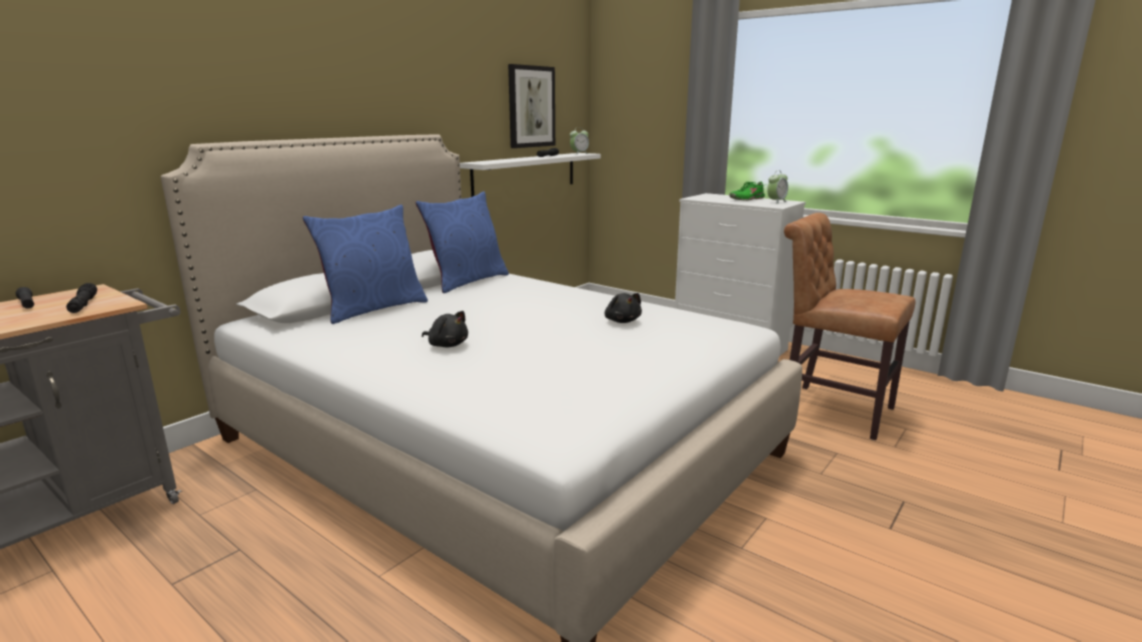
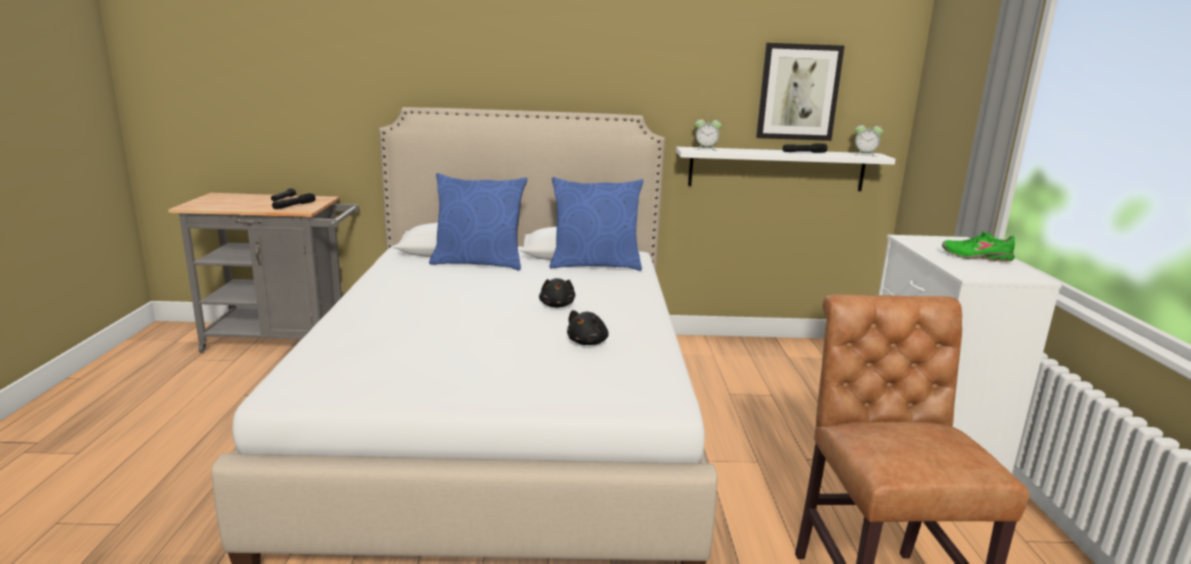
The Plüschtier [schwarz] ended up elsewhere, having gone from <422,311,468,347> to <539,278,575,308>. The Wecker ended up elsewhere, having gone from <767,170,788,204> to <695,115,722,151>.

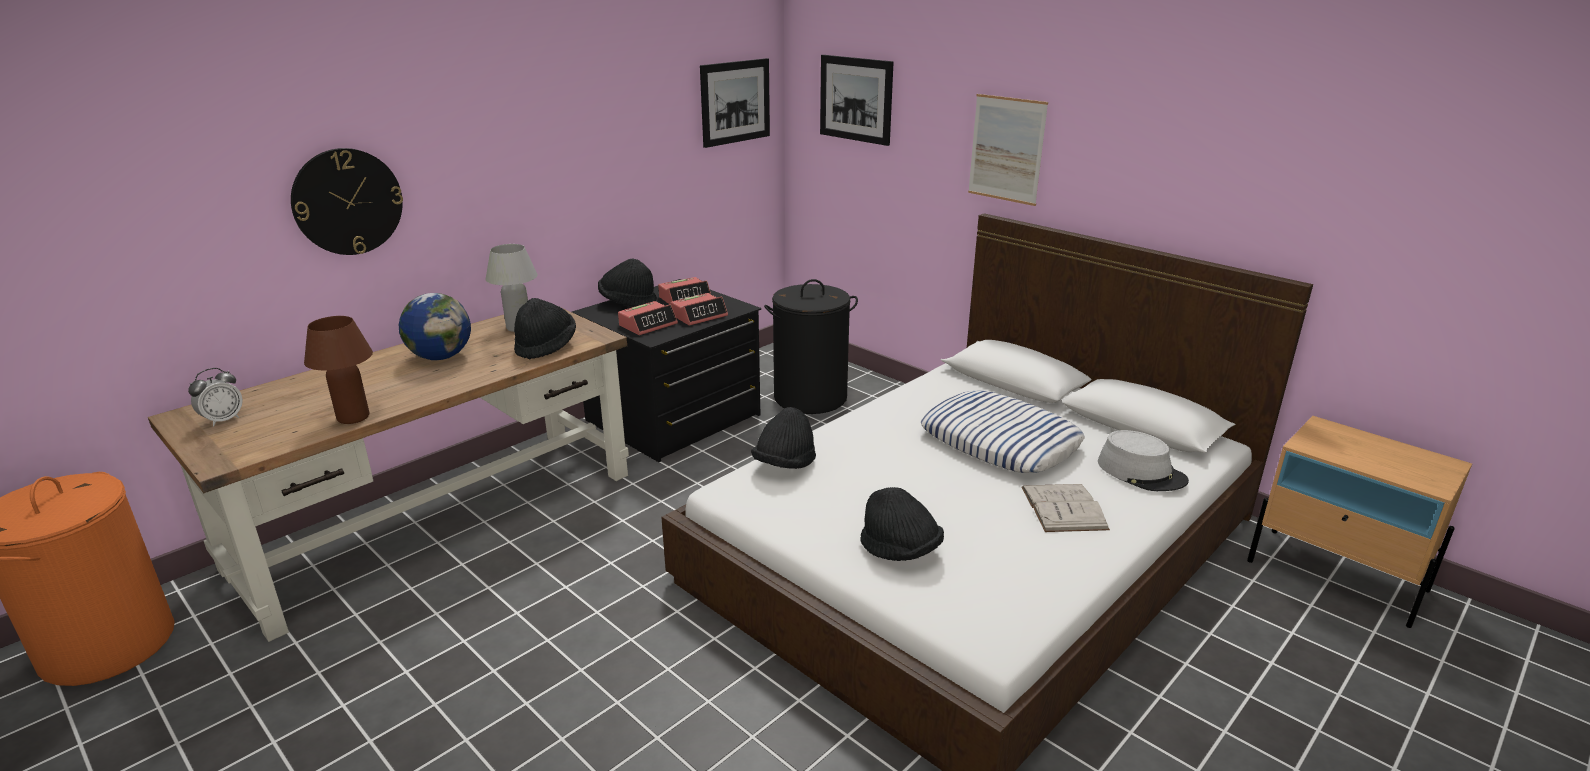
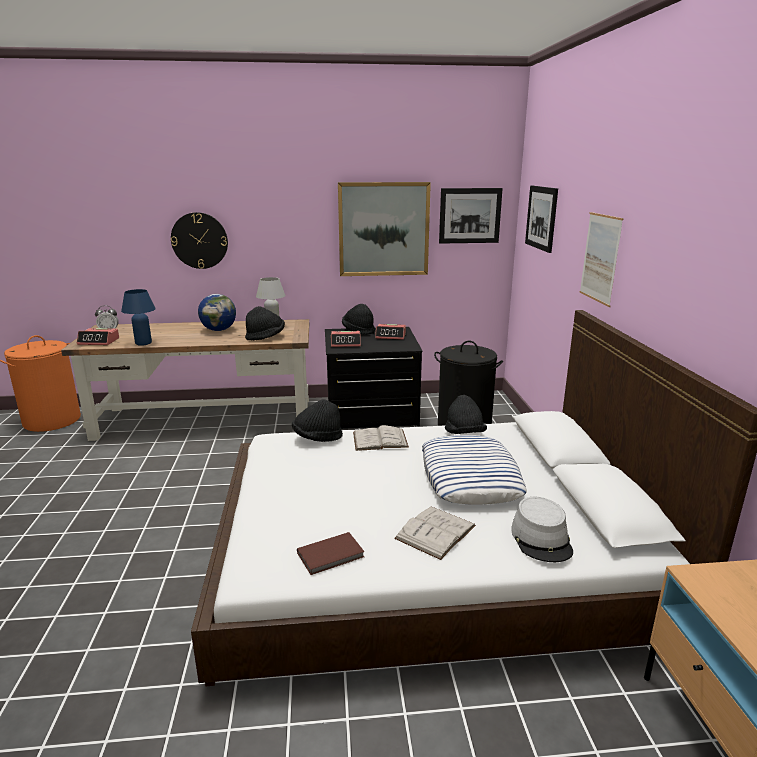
The second view gained the Buch [braun] at <297,532,365,575>. The second view gained the Bild at <338,182,431,276>. The second view gained the Buch [weiß] at <353,425,409,451>. The Wecker ended up elsewhere, having gone from <671,293,728,326> to <77,328,119,345>. The Hut [schwarz] ended up elsewhere, having gone from <860,487,944,561> to <445,395,487,434>. What was the Tischlampe [braun] at <304,316,373,424> turned into the Tischlampe [blau] at <121,289,156,346>.

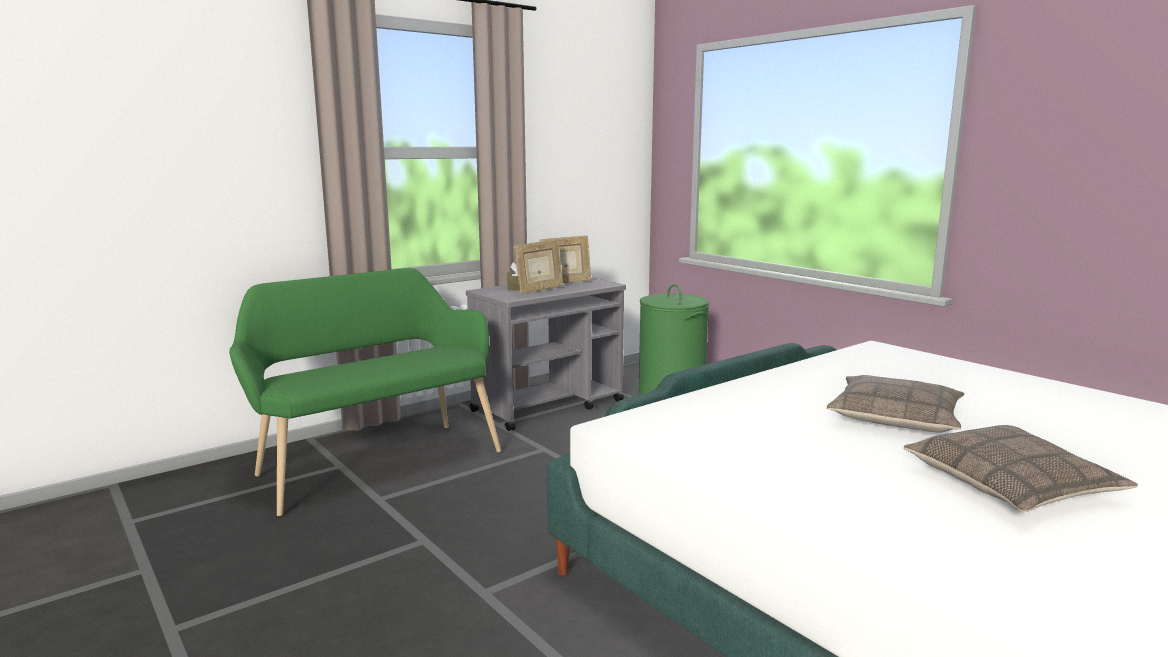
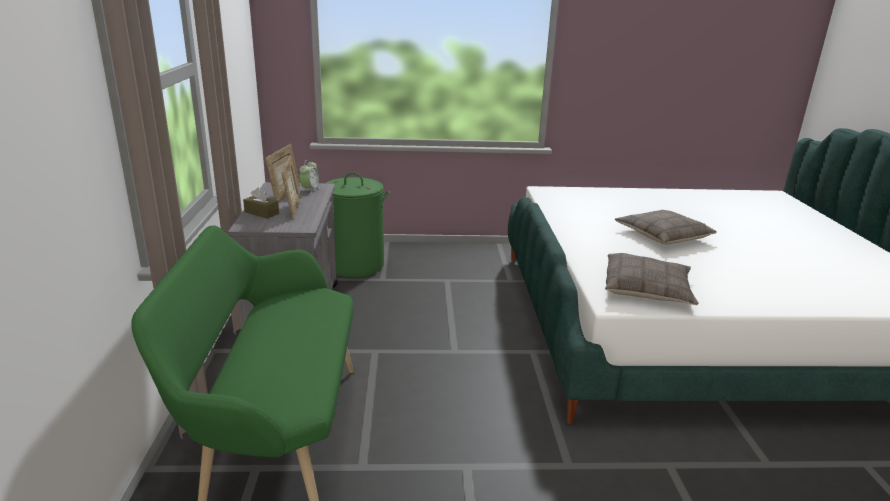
The second view gained the Wecker at <299,160,320,194>. The Kissen ended up elsewhere, having gone from <903,425,1138,512> to <605,253,698,305>.

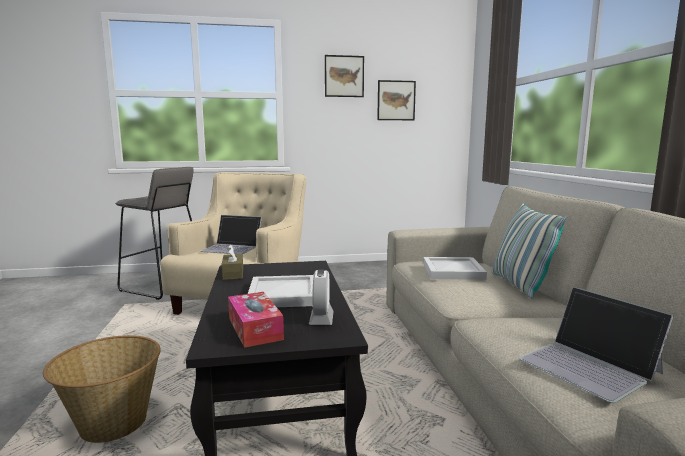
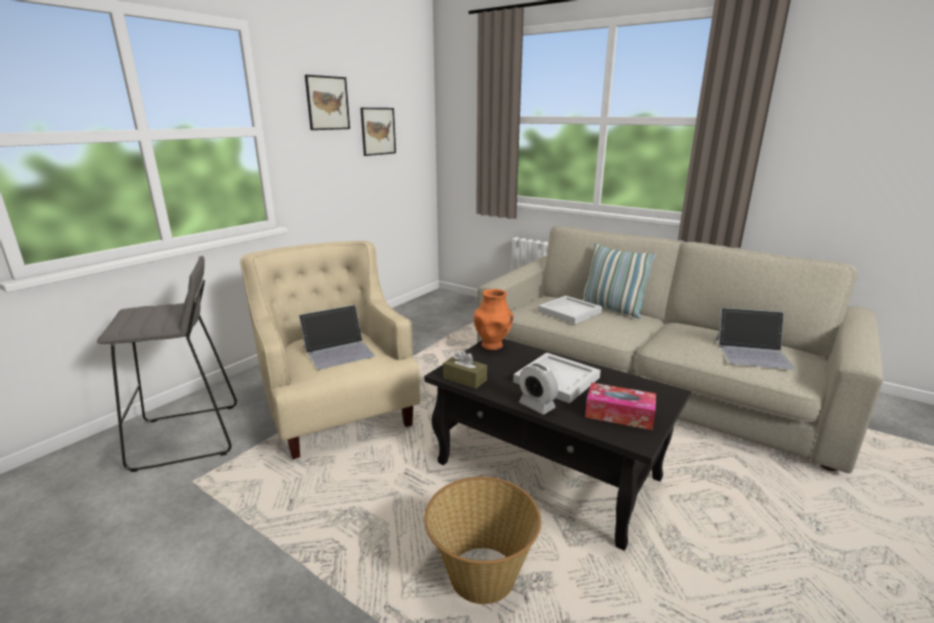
The second view gained the Vase [orange] at <474,289,514,350>. The Wecker ended up elsewhere, having gone from <309,269,334,325> to <519,363,558,414>.

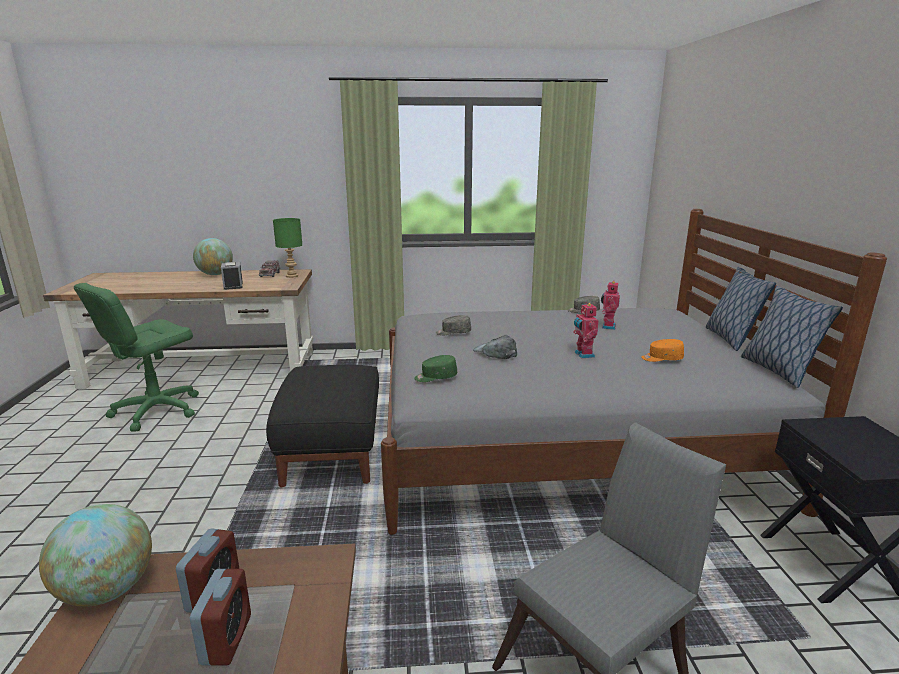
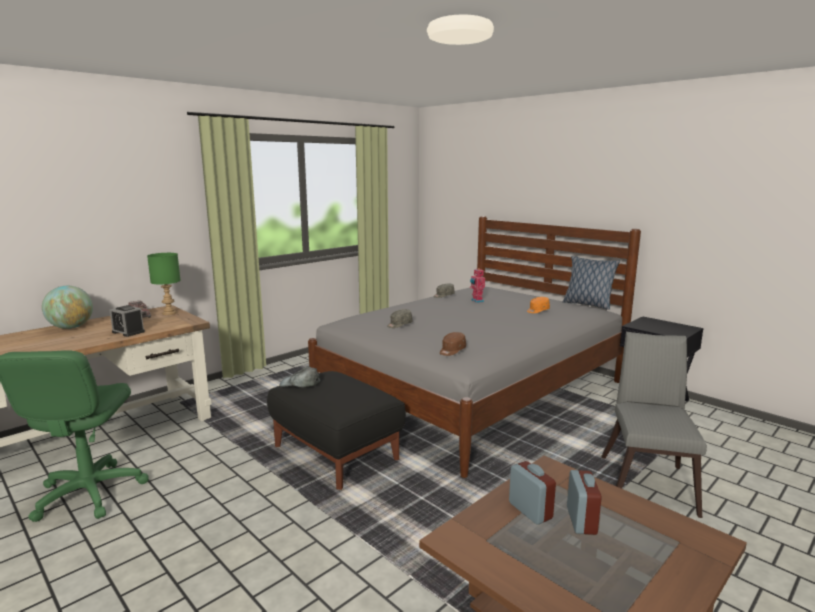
The second view lost the Globus at <39,504,152,607>. The second view lost the Spielzeugroboter at <573,302,599,358>. The second view lost the Kissen at <706,267,776,351>. The Kappe [grau] ended up elsewhere, having gone from <473,335,517,359> to <280,366,320,387>. What was the Kappe [grün] at <414,355,457,382> turned into the Kappe [braun] at <440,332,466,356>. The Wecker at <190,569,251,666> ended up facing another way, 45 degrees clockwise from before.

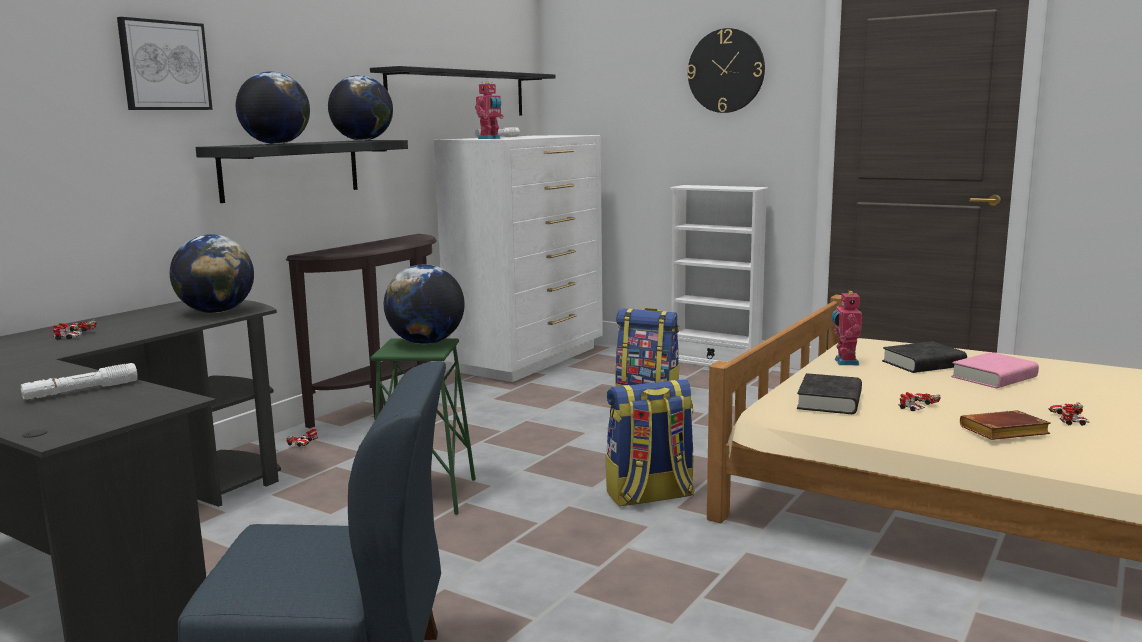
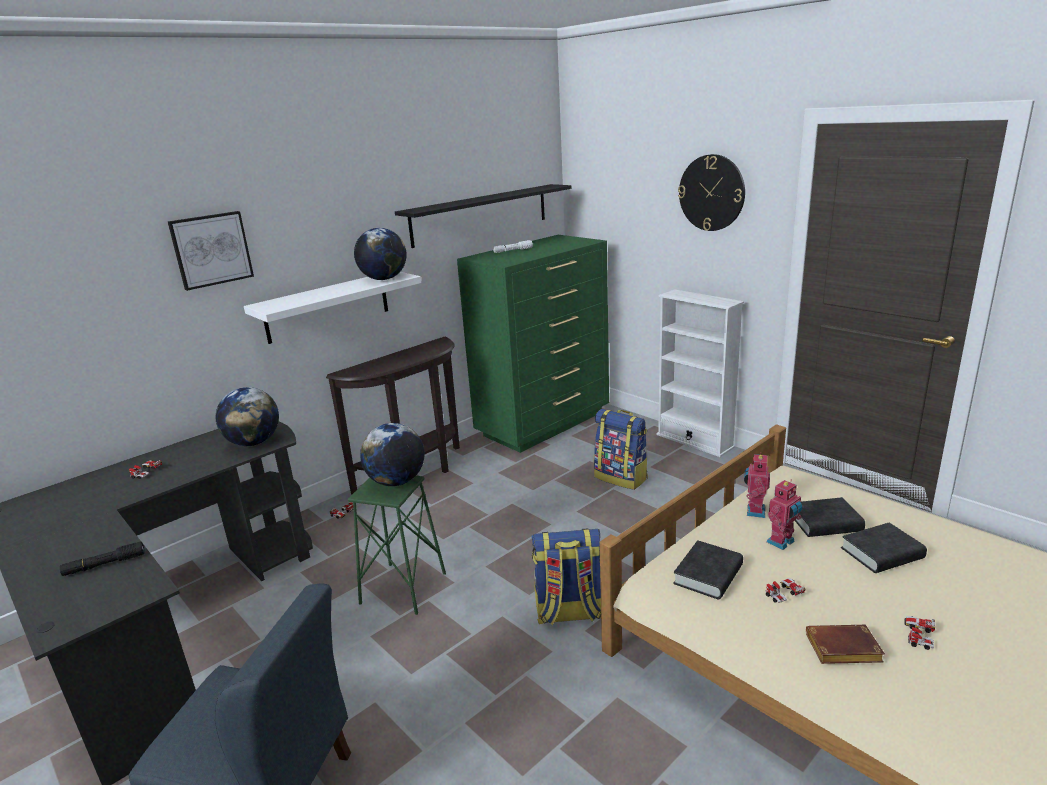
The second view lost the Globus at <236,72,310,144>. The Spielzeugroboter ended up elsewhere, having gone from <475,81,504,139> to <767,480,802,550>. What was the Taschenlampe [weiß] at <21,363,138,399> turned into the Taschenlampe [schwarz] at <60,542,145,576>. What was the Wandregal [schwarz] at <196,140,408,203> turned into the Wandregal [weiß] at <244,272,421,344>. What was the Kommode [weiß] at <434,135,603,382> turned into the Kommode [grün] at <457,235,609,453>. What was the Buch [rosa] at <951,352,1039,388> turned into the Buch [schwarz] at <841,523,927,573>.

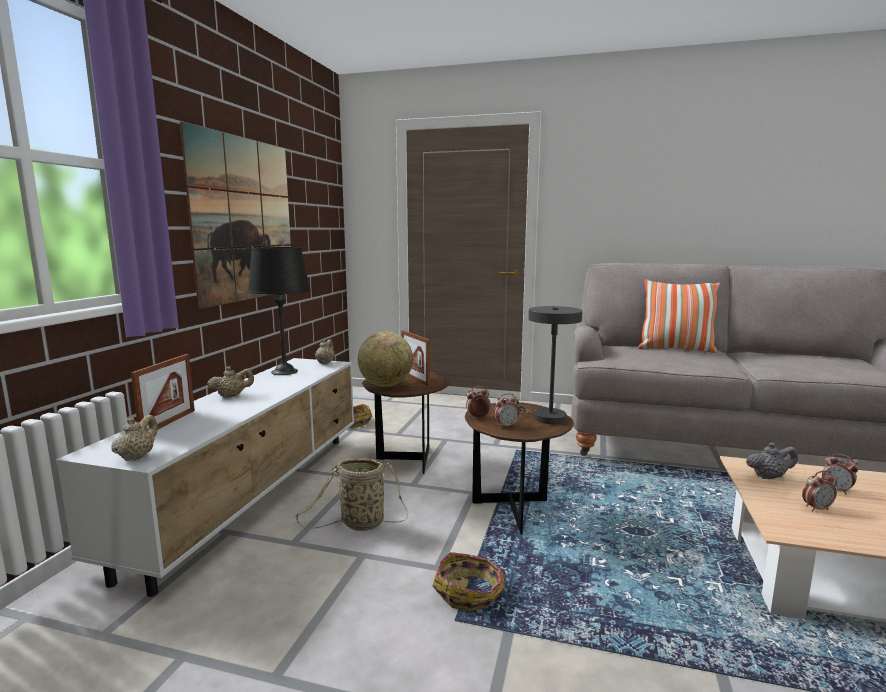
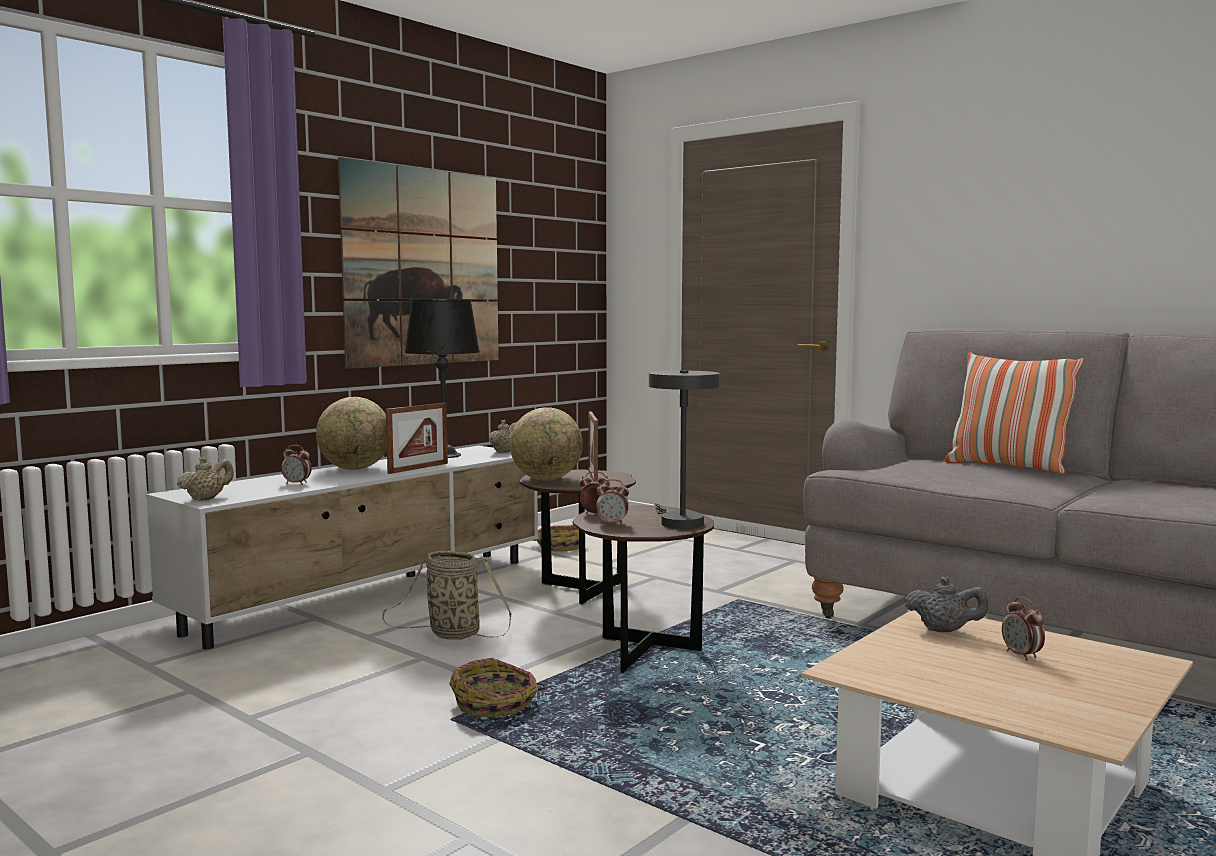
The Bilderrahmen ended up elsewhere, having gone from <131,354,195,430> to <386,403,448,474>. The Wecker ended up elsewhere, having gone from <802,471,837,511> to <281,445,312,485>. Where the Teekanne [beige] stood at <207,366,254,398>, the Globus came to stand at <316,397,387,470>.

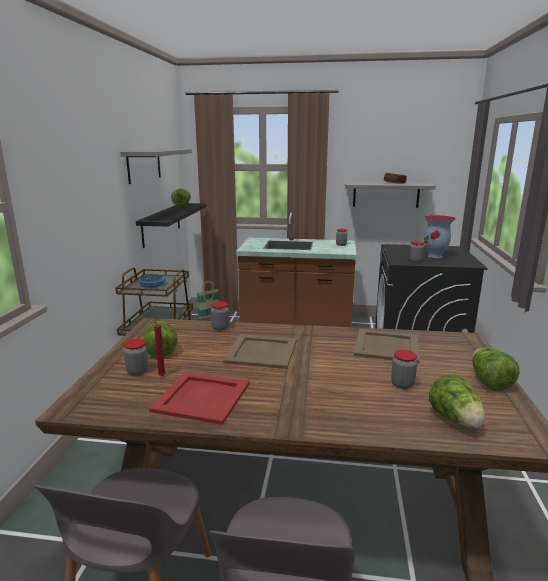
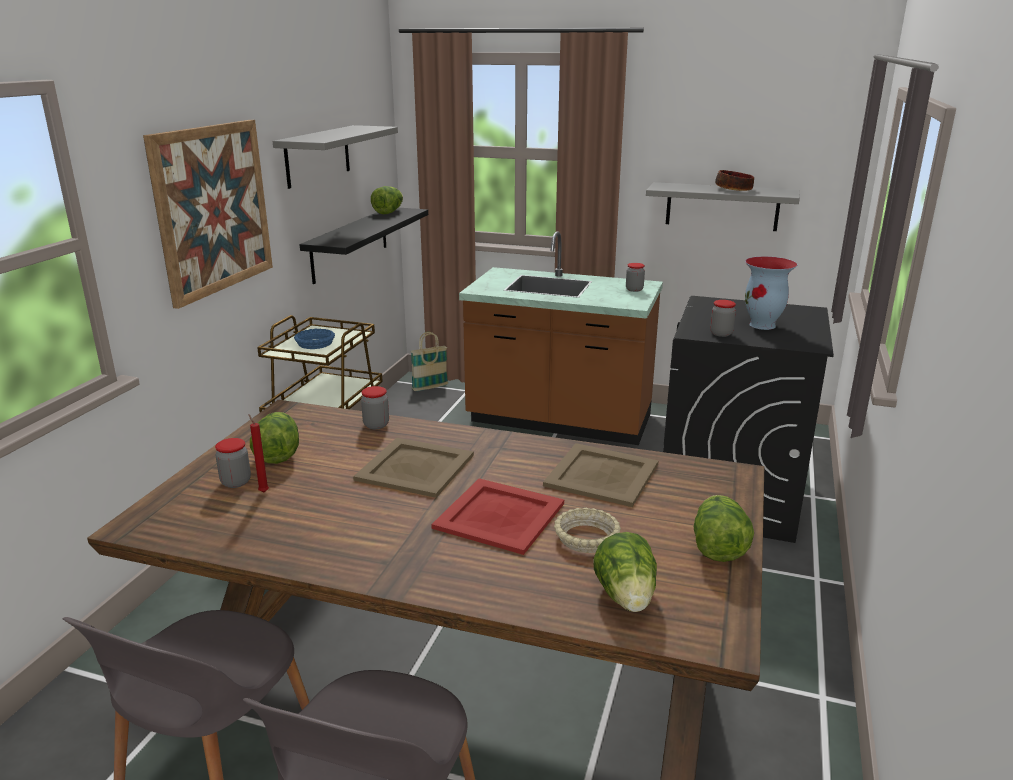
The second view gained the Bild at <143,120,273,309>. The Tablett [rot] ended up elsewhere, having gone from <149,371,249,425> to <431,478,564,555>. Where the Vorratsglas stood at <391,350,417,389>, the Schüssel [beige] came to stand at <554,508,621,553>.

